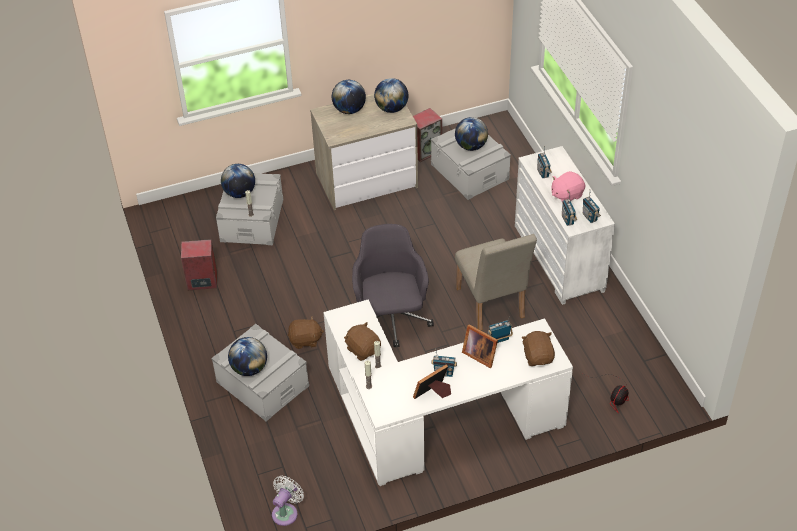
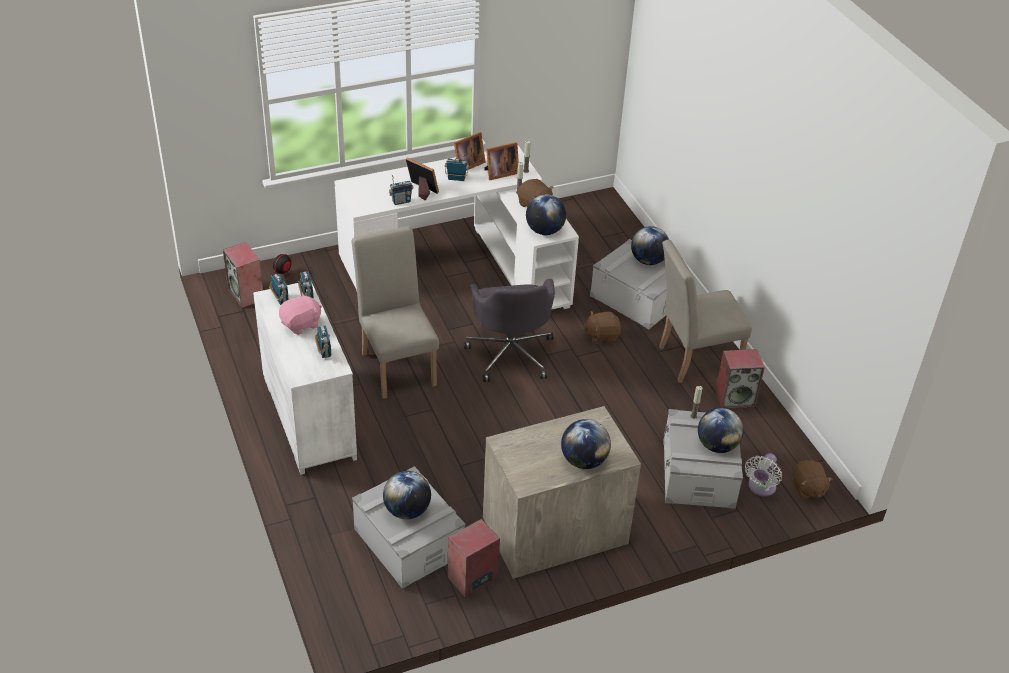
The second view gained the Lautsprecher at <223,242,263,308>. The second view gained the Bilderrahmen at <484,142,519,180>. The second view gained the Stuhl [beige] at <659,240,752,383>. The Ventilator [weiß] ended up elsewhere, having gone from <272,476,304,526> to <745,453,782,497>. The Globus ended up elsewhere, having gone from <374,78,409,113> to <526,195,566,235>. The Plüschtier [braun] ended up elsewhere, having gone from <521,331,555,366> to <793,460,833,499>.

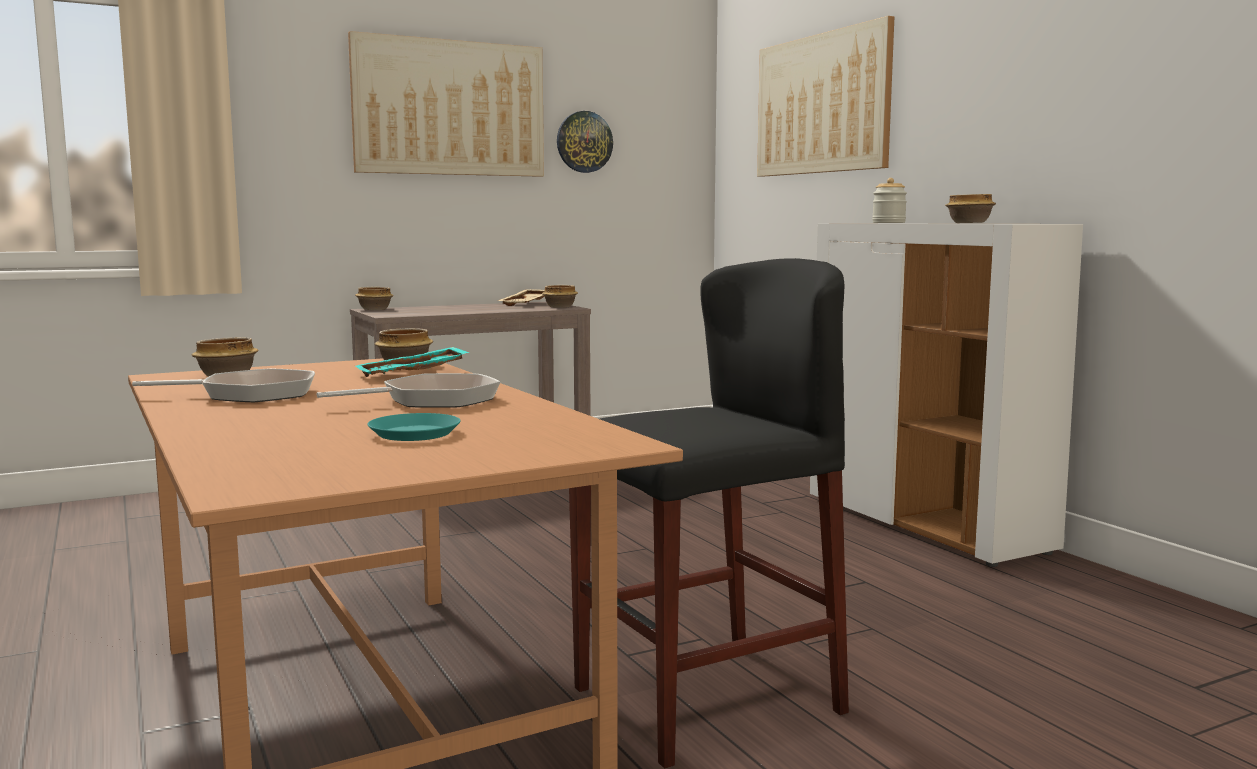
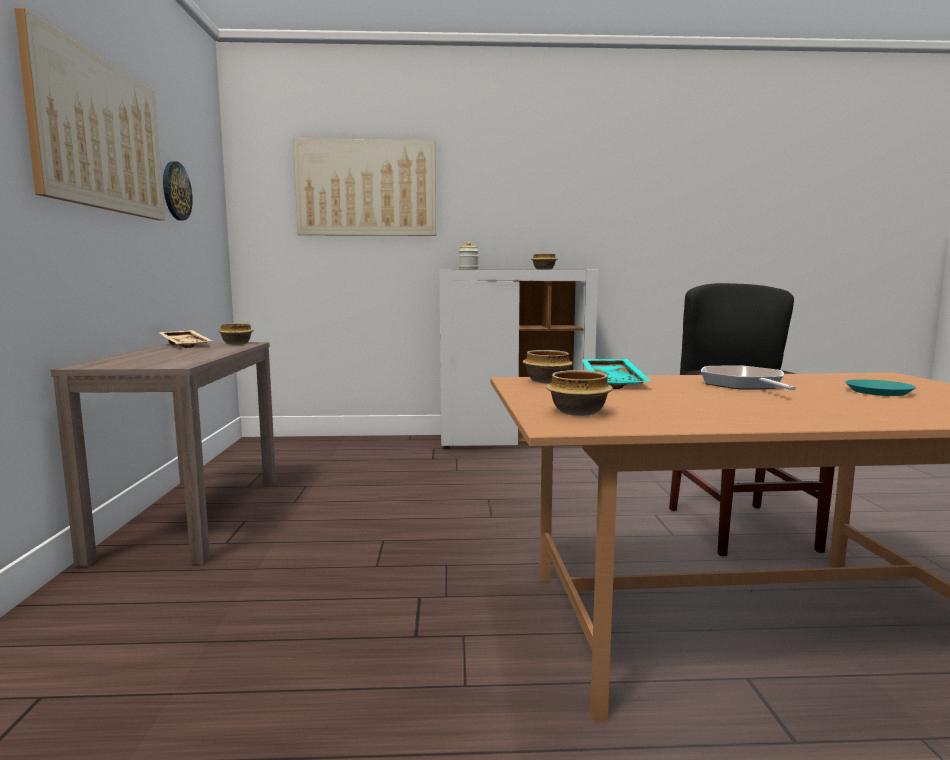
The second view lost the Pfanne at <132,368,315,402>. The second view lost the Schüssel at <355,287,394,310>.

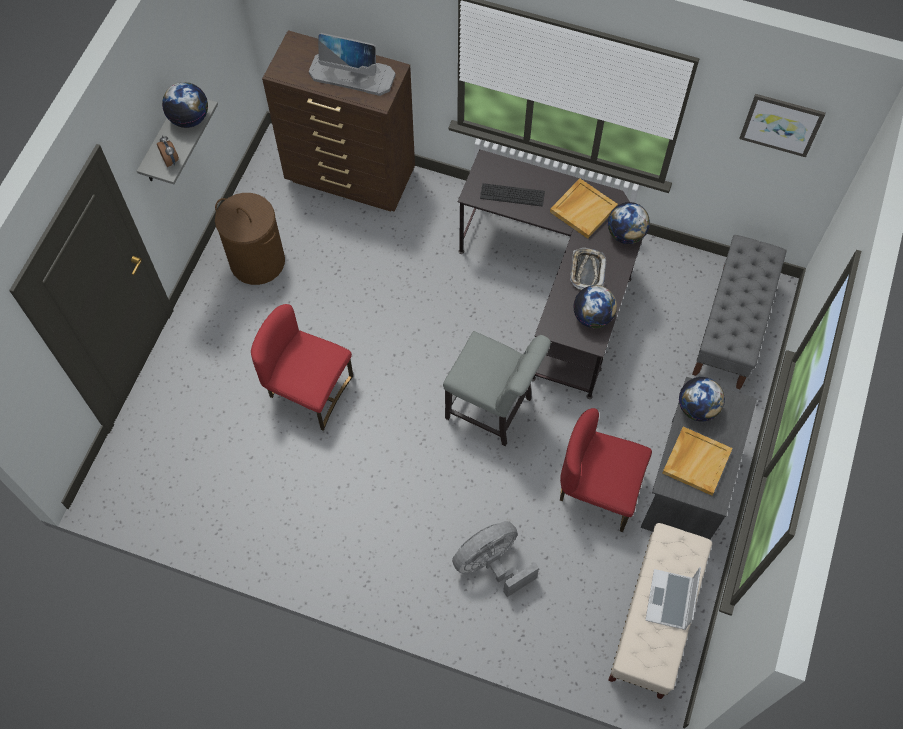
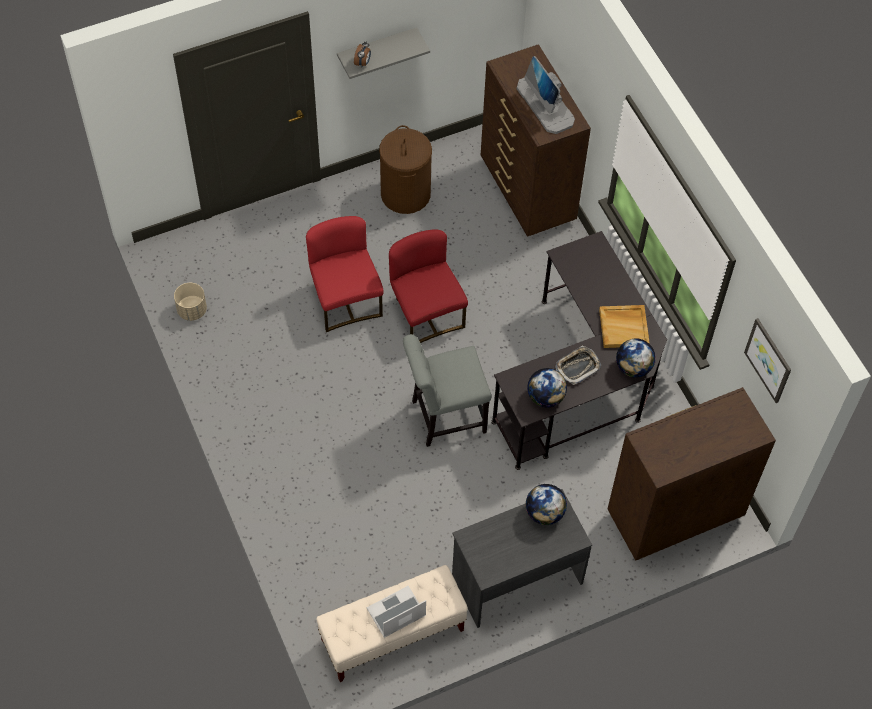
The second view lost the Globus at <162,82,208,128>. The second view lost the Ventilator [grau] at <452,521,539,597>. The second view lost the Tastatur at <480,183,545,207>. The second view lost the Tablett [beige] at <662,427,732,496>. The second view gained the Pflanzkübel [beige] at <174,283,207,321>. The Stuhl [rot] ended up elsewhere, having gone from <560,408,652,532> to <389,229,468,343>. Where the Bank [grau] stood at <692,235,786,389>, the Kommode [braun] came to stand at <608,387,776,561>. The Stuhl [grau] at <443,331,551,447> ended up facing another way, 90 degrees clockwise from before.

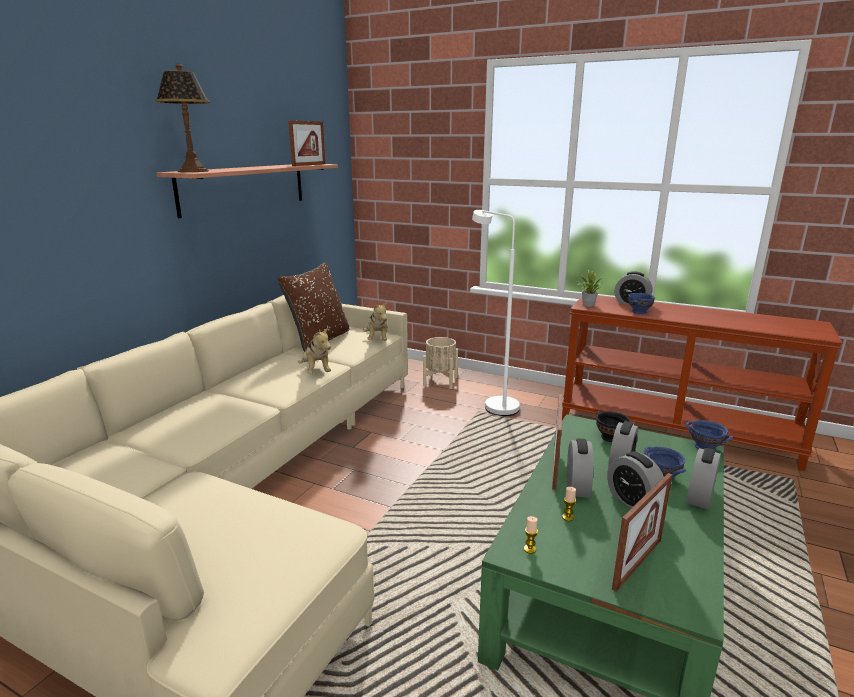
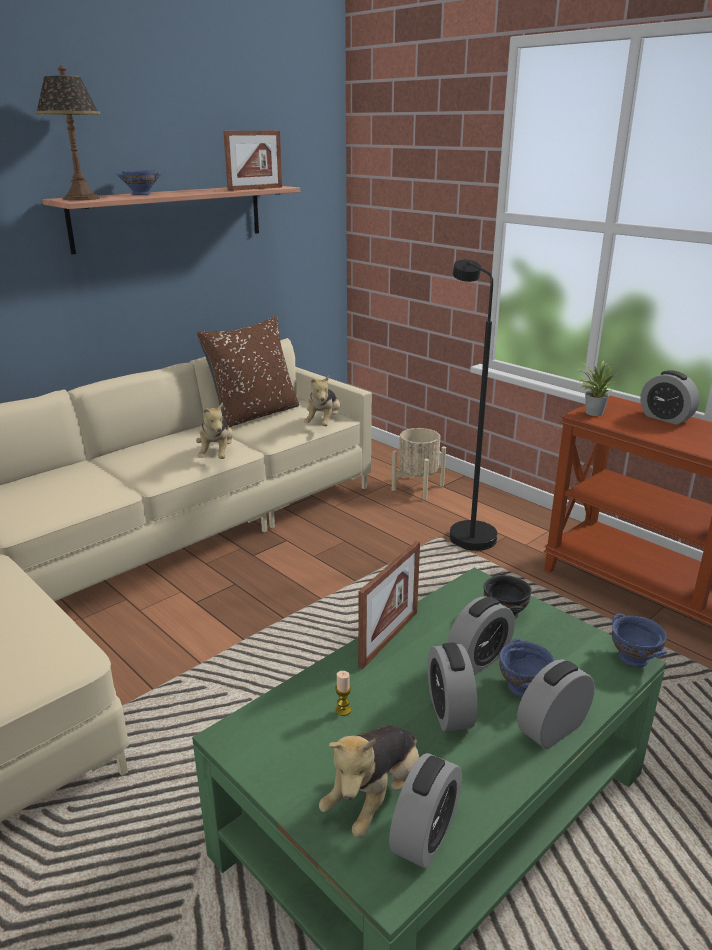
The second view lost the Kerze at <524,516,538,554>. The Wecker ended up elsewhere, having gone from <567,438,594,498> to <389,753,462,868>. The Schüssel [blau] ended up elsewhere, having gone from <628,293,655,314> to <117,170,161,195>. Where the Bilderrahmen stood at <612,473,673,592>, the Plüschtier came to stand at <319,725,419,838>. What was the Stehlampe [weiß] at <472,210,520,416> turned into the Stehlampe [schwarz] at <450,260,497,551>.

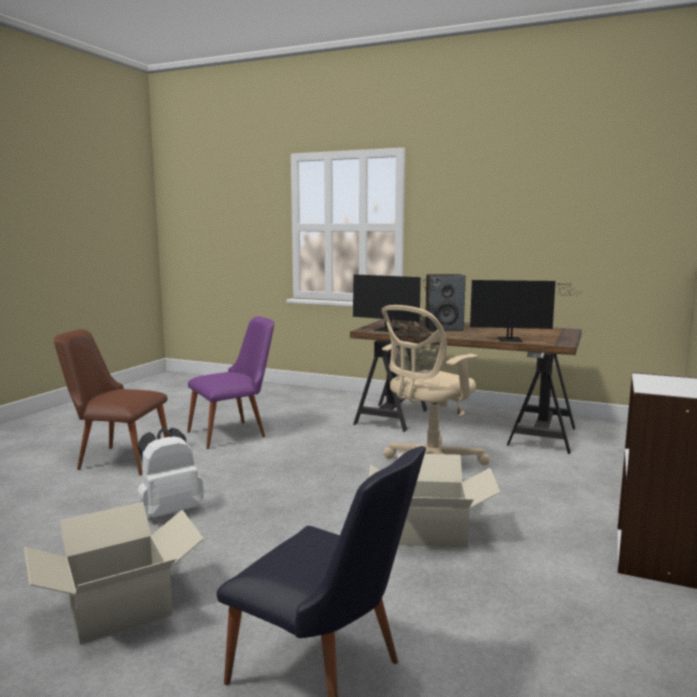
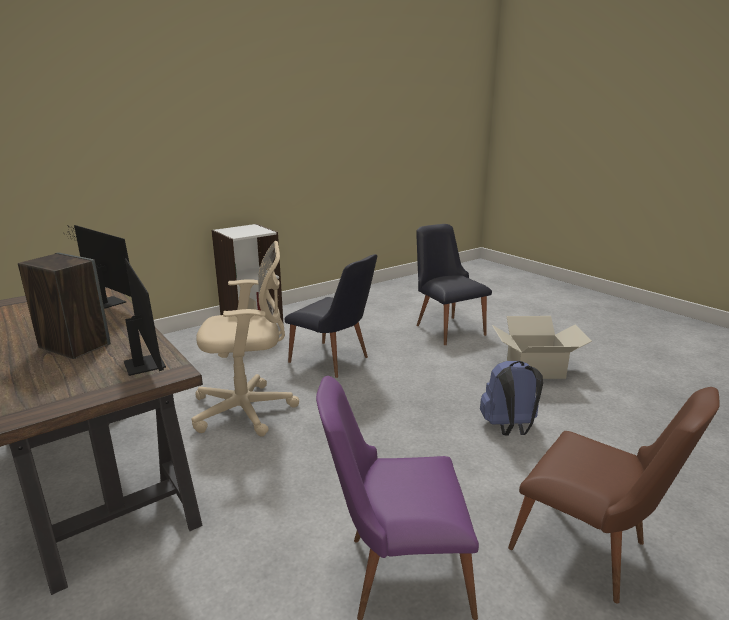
Where the Karton stood at <369,453,500,548>, the Stuhl [schwarz] came to stand at <284,254,377,378>. What was the Rucksack [weiß] at <137,428,204,518> turned into the Rucksack [blau] at <480,361,543,436>.

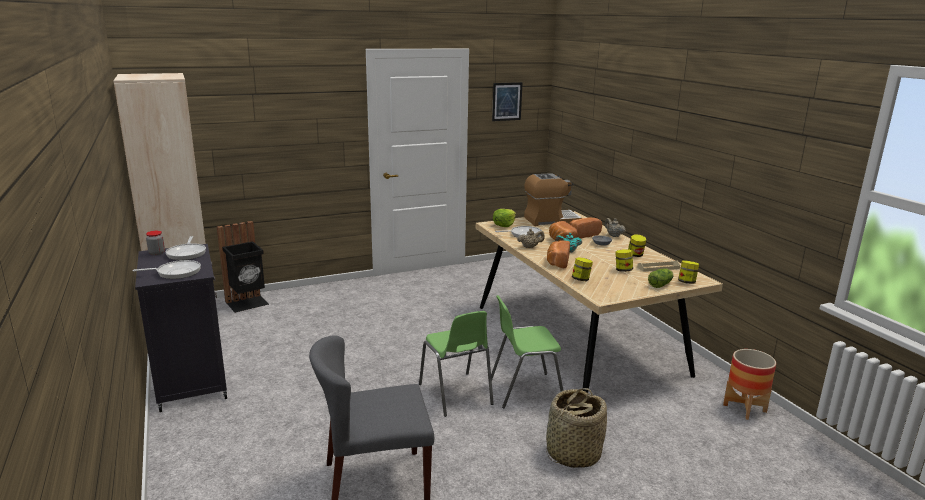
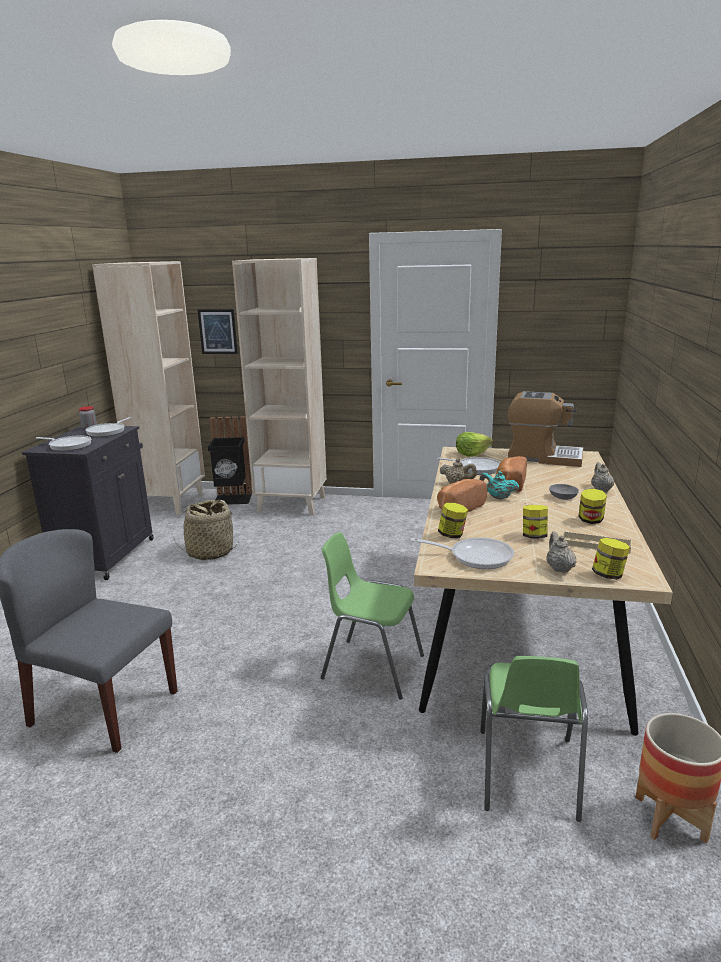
The second view lost the Brot at <569,217,602,239>. The second view gained the Bücherregal [beige] at <232,258,327,515>. The second view gained the Pfanne at <410,537,514,569>. The Stuhl [grün] ended up elsewhere, having gone from <419,311,494,417> to <480,656,588,822>. The Bild ended up elsewhere, having gone from <492,82,523,121> to <198,309,238,354>. The Korb ended up elsewhere, having gone from <546,388,607,468> to <173,500,239,560>. Where the Salatkopf stood at <648,268,674,288>, the Teekanne [beige] came to stand at <546,532,577,573>.

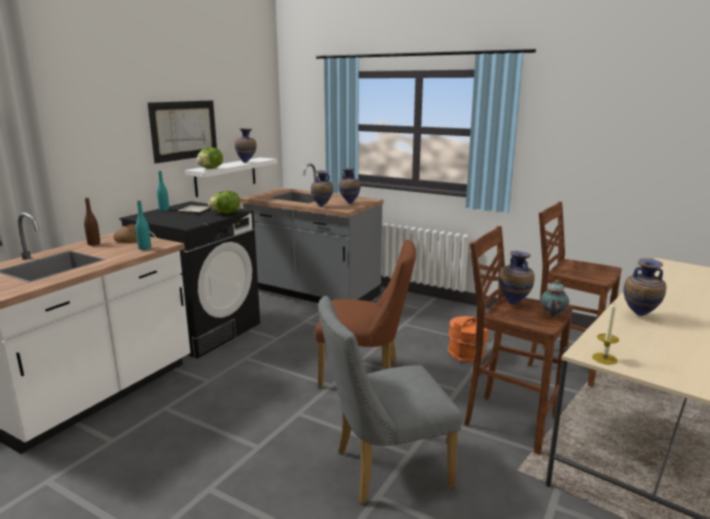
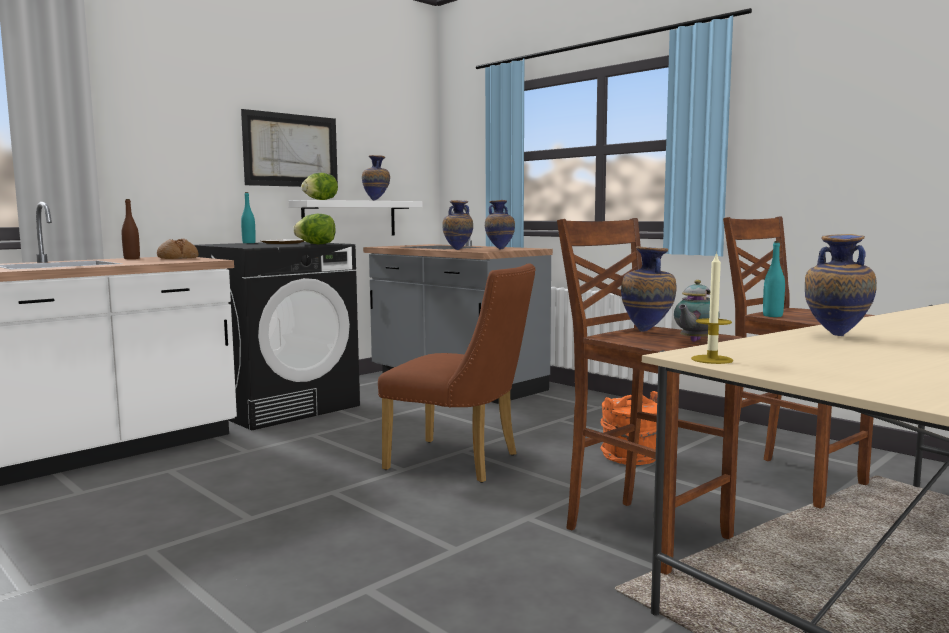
The second view lost the Stuhl [grau] at <318,296,462,504>. The Flasche [türkis] ended up elsewhere, having gone from <136,201,151,250> to <763,241,785,317>.

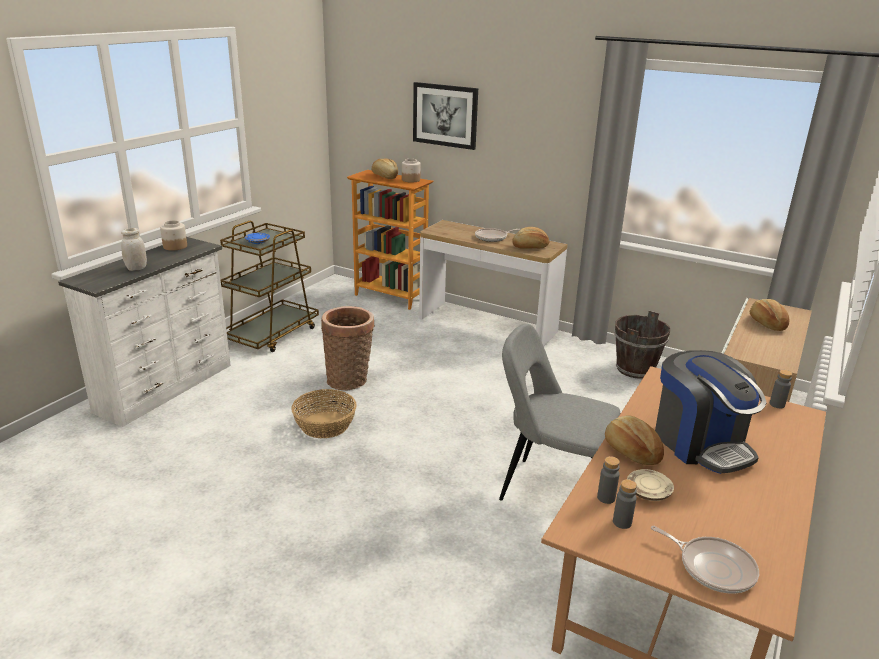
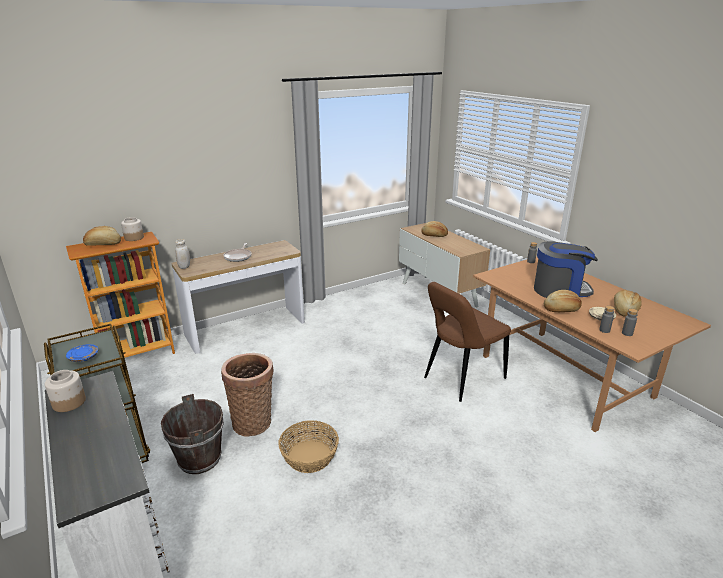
The second view lost the Bild at <413,82,478,150>. The second view lost the Pfanne at <651,526,759,593>. The Vorratsglas [weiß] ended up elsewhere, having gone from <121,228,147,271> to <175,239,190,269>. The Brot ended up elsewhere, having gone from <512,227,549,249> to <614,290,642,317>. The Eimer [braun] ended up elsewhere, having gone from <614,311,670,379> to <161,394,224,474>. What was the Stuhl [grau] at <499,324,620,501> turned into the Stuhl [braun] at <424,282,511,402>.

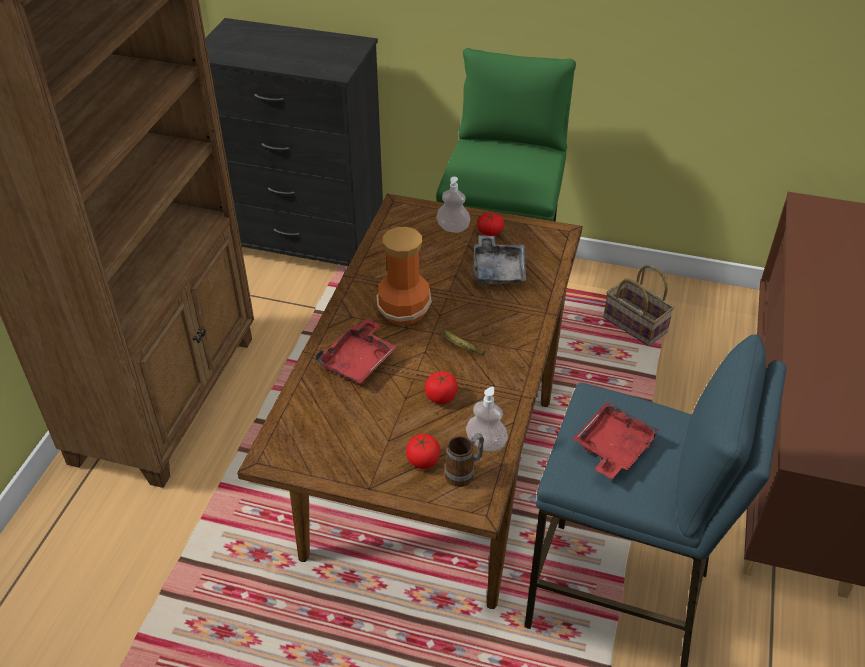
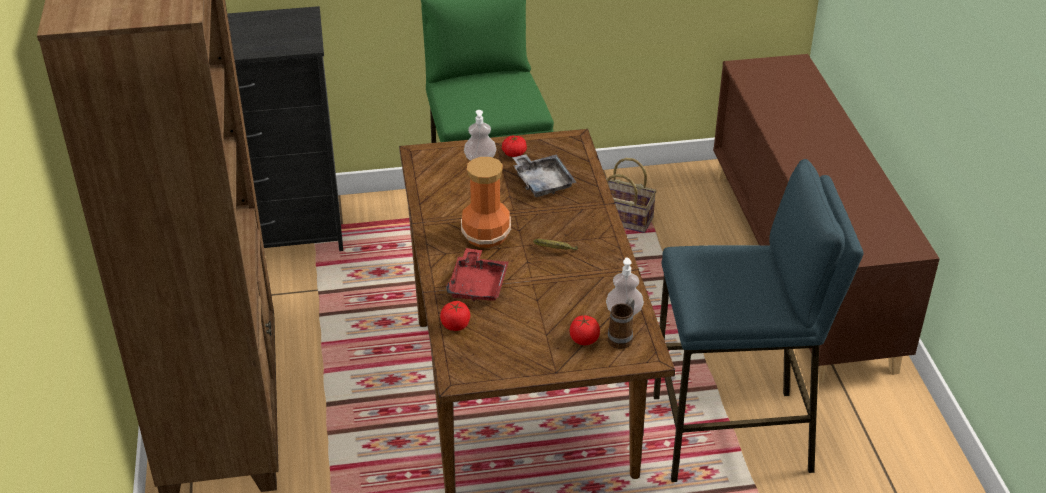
The second view lost the Tablett [rot] at <573,402,659,479>. The Tomate ended up elsewhere, having gone from <425,371,458,404> to <440,301,470,331>.

